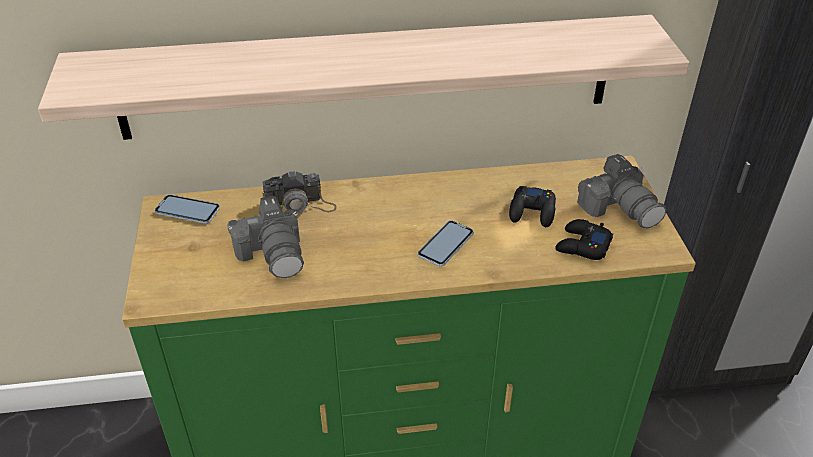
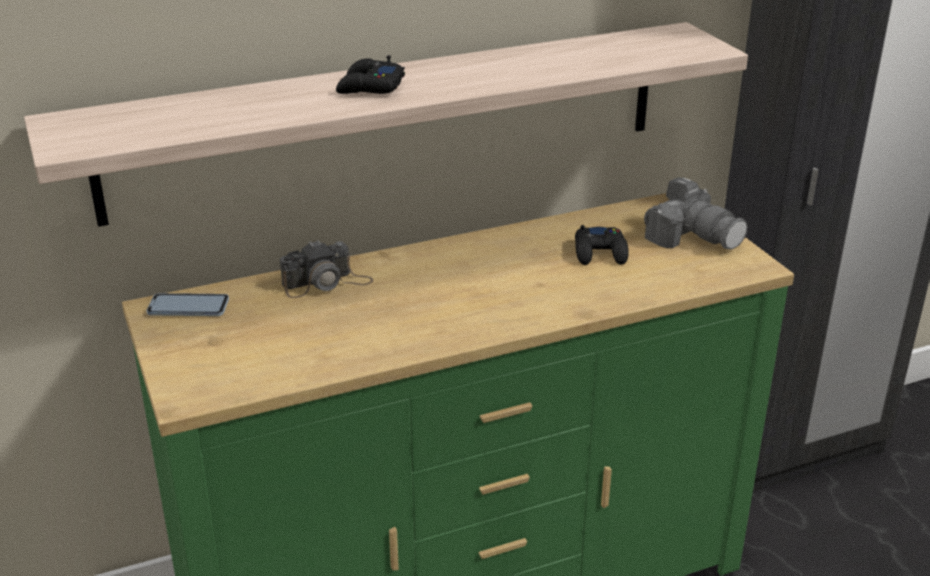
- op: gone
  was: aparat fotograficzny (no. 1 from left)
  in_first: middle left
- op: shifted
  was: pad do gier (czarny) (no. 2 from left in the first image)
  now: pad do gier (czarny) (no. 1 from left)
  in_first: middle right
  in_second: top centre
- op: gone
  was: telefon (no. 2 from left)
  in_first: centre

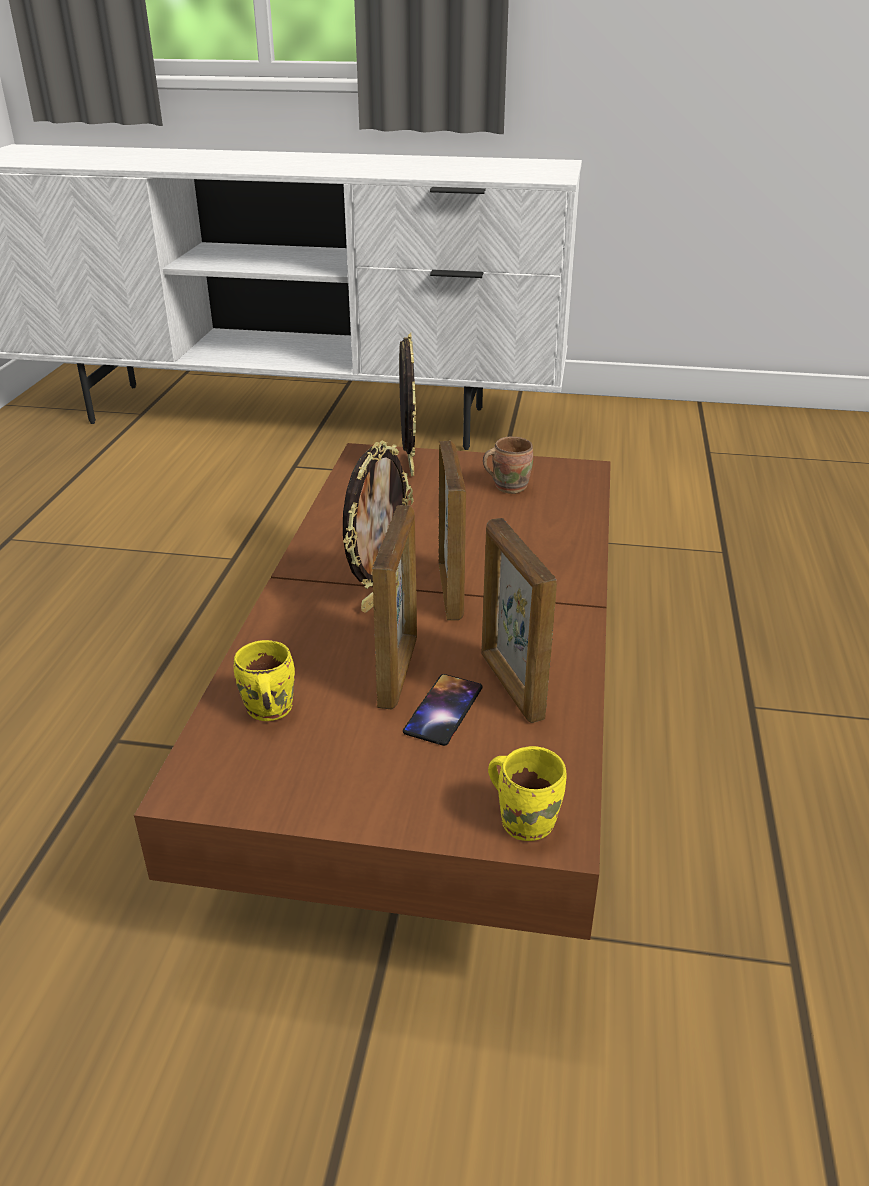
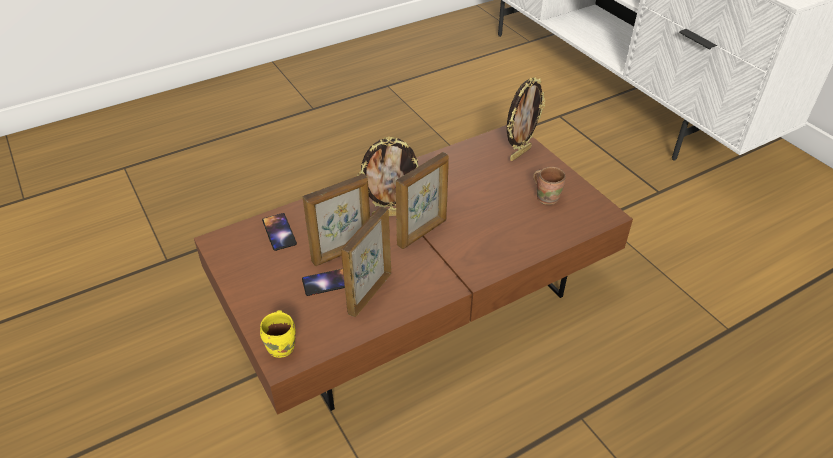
- op: swapped
  was: kubek (żółty) (no. 1 from left)
  now: telefon (no. 1 from left)
  in_first: middle left
  in_second: centre

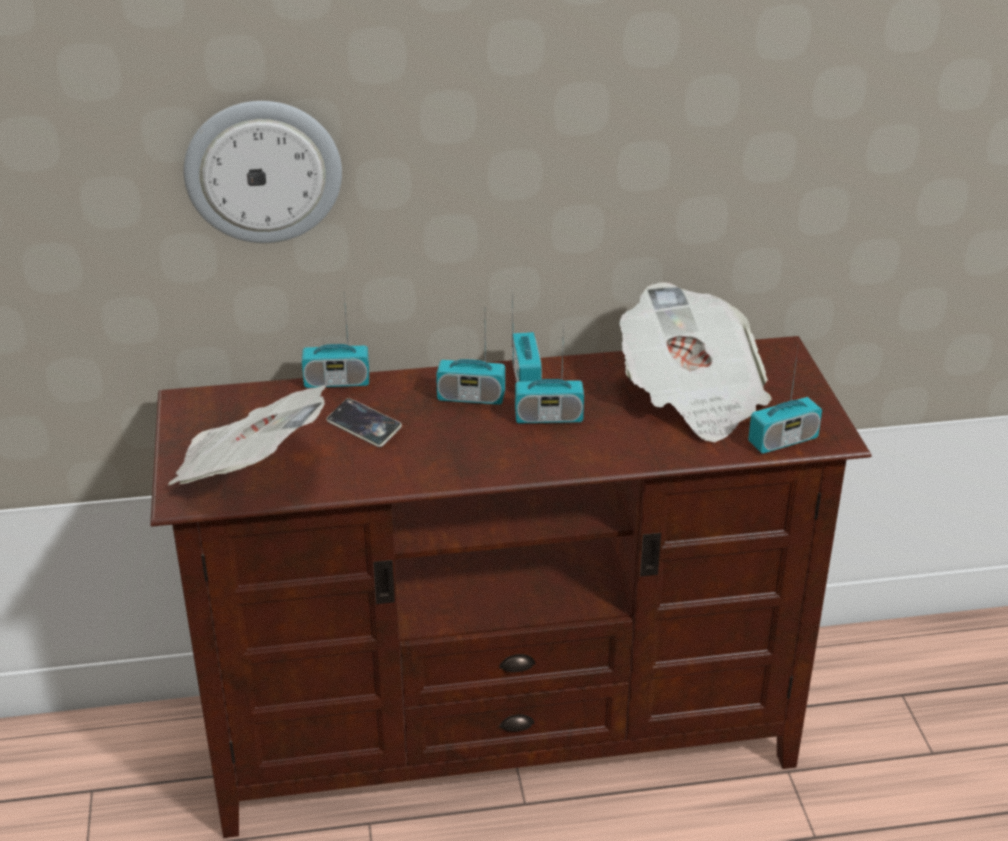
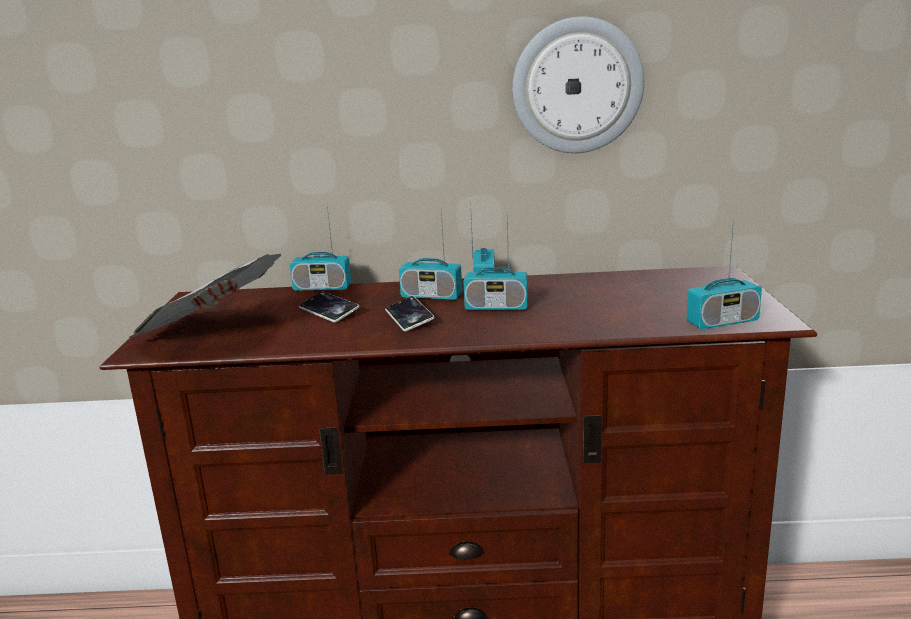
- op: shifted
  was: zegar ścienny
  in_first: top left
  in_second: top centre
- op: gone
  was: gazeta (no. 2 from left)
  in_first: middle right
- op: new
  now: telefon (no. 2 from left)
  in_second: centre

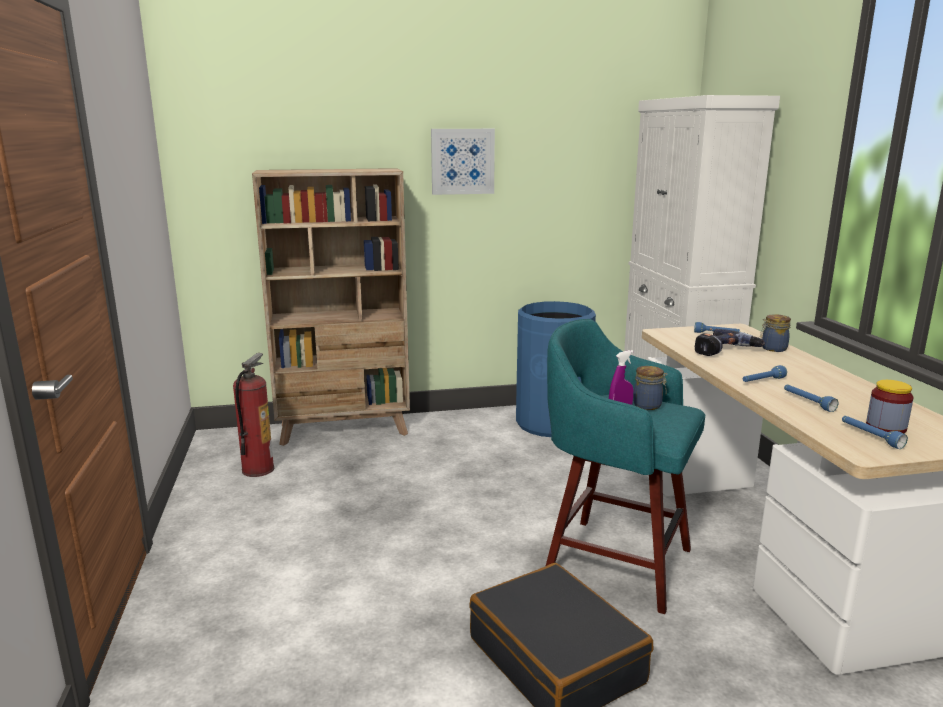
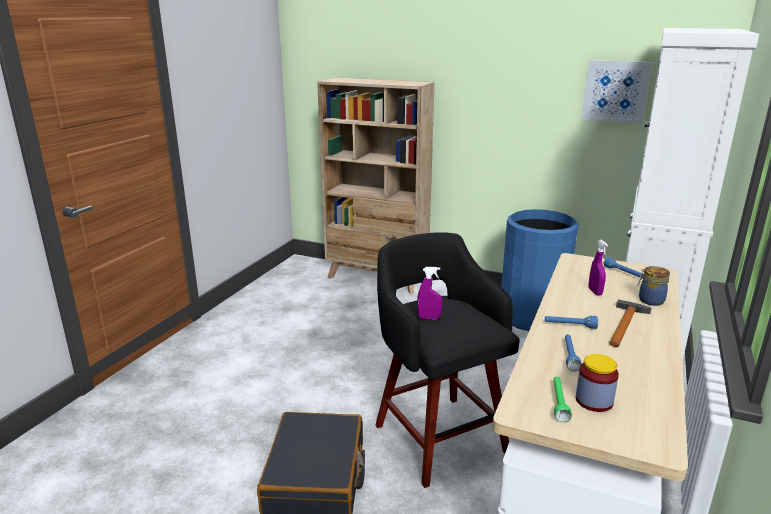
- op: shifted
  was: obraz
  in_first: top centre
  in_second: top right
- op: repainted
  was: stołek (turkusowy)
  now: stołek (czarny)
  in_first: centre
  in_second: bottom centre
- op: swapped
  was: wiertarka
  now: spryskiwacz (fioletowy) (no. 2 from left)
  in_first: middle right
  in_second: middle right
- op: gone
  was: gaśnica
  in_first: middle left
- op: gone
  was: słoik (no. 1 from left)
  in_first: middle right
- op: repainted
  was: latarka (niebieski) (no. 4 from left)
  now: latarka (zielony)
  in_first: middle right
  in_second: bottom right
- op: new
  now: młotek
  in_second: middle right

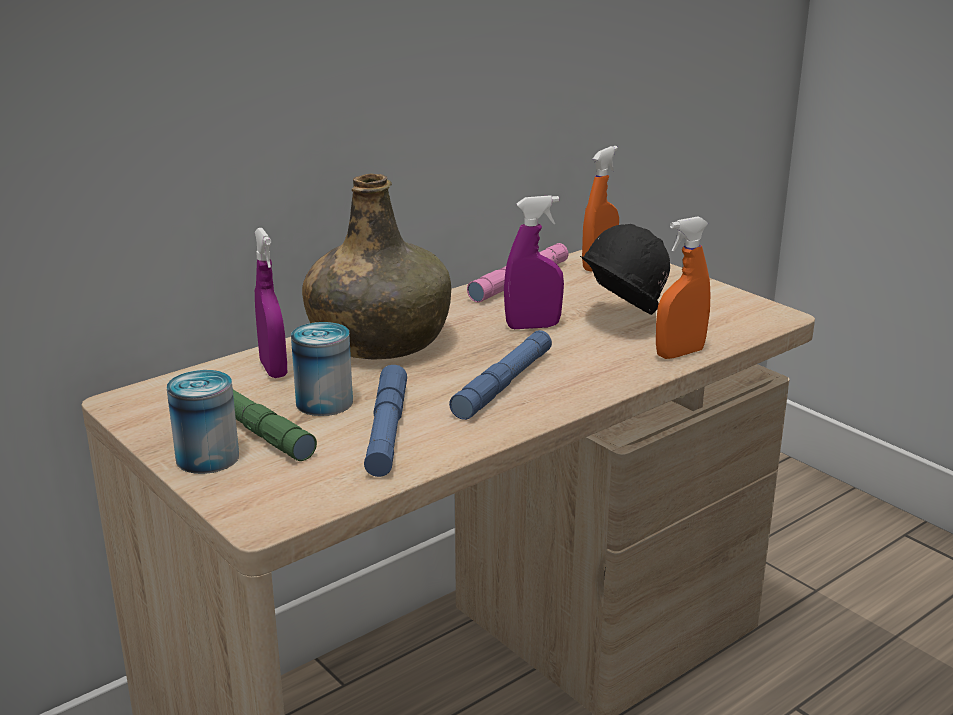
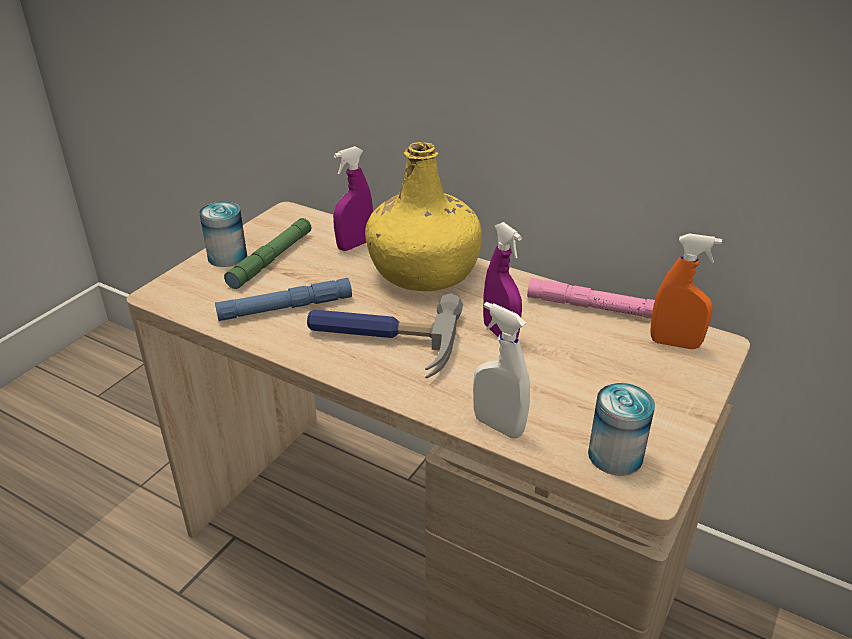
- op: repainted
  was: butelka (zielony)
  now: butelka (żółty)
  in_first: centre
  in_second: centre
- op: repainted
  was: spryskiwacz (pomarańczowy) (no. 2 from left)
  now: spryskiwacz (biały)
  in_first: middle right
  in_second: centre
- op: gone
  was: kask (czarny)
  in_first: centre
- op: shifted
  was: puszka (no. 2 from left)
  in_first: centre
  in_second: bottom right
- op: swapped
  was: latarka (niebieski) (no. 2 from left)
  now: młotek
  in_first: centre
  in_second: centre

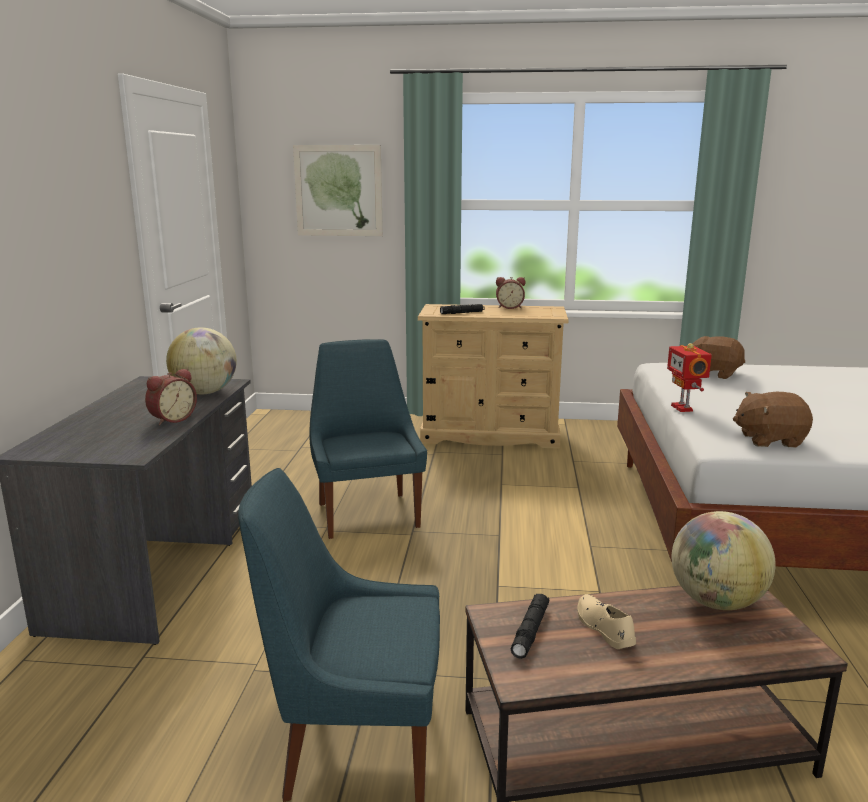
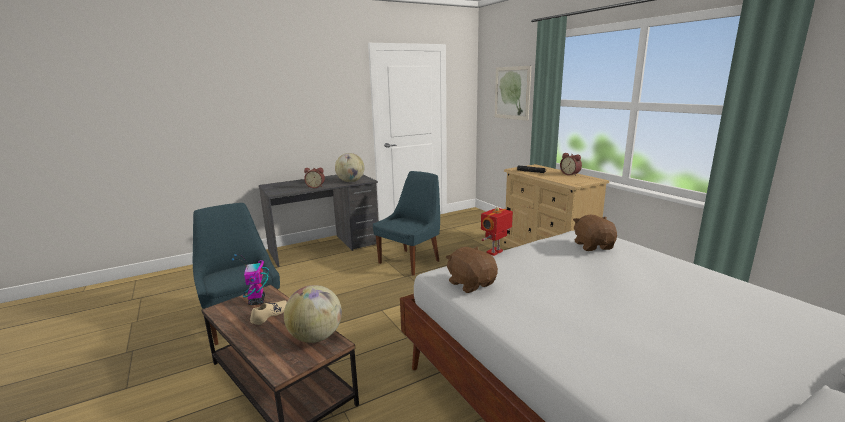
- op: swapped
  was: latarka (czarny) (no. 2 from left)
  now: robot zabawkowy (no. 1 from left)
  in_first: bottom centre
  in_second: middle left

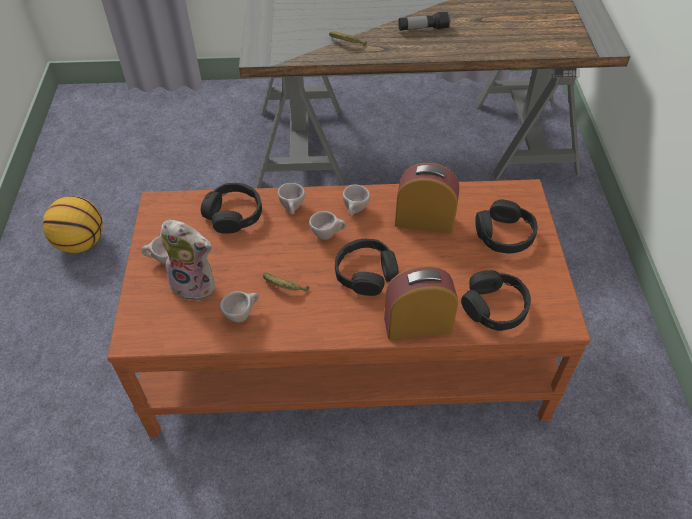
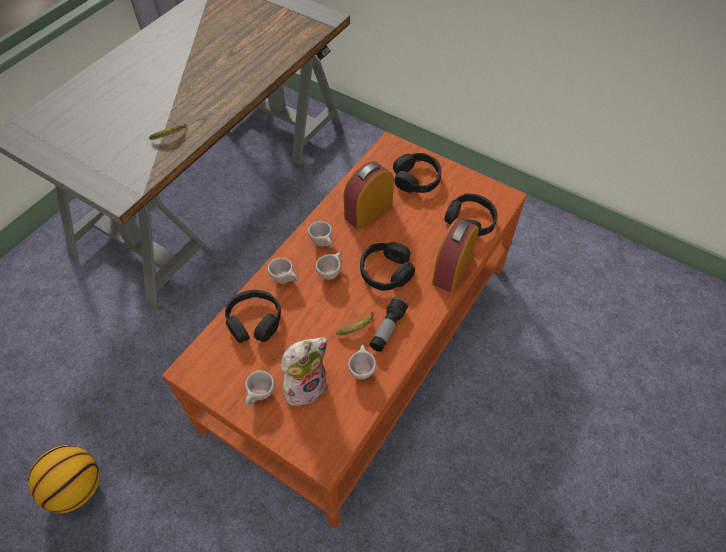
- op: shifted
  was: latarka
  in_first: top centre
  in_second: centre

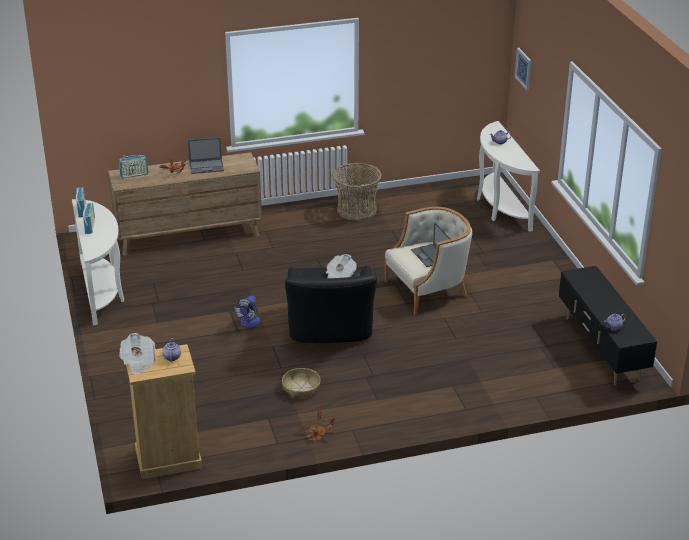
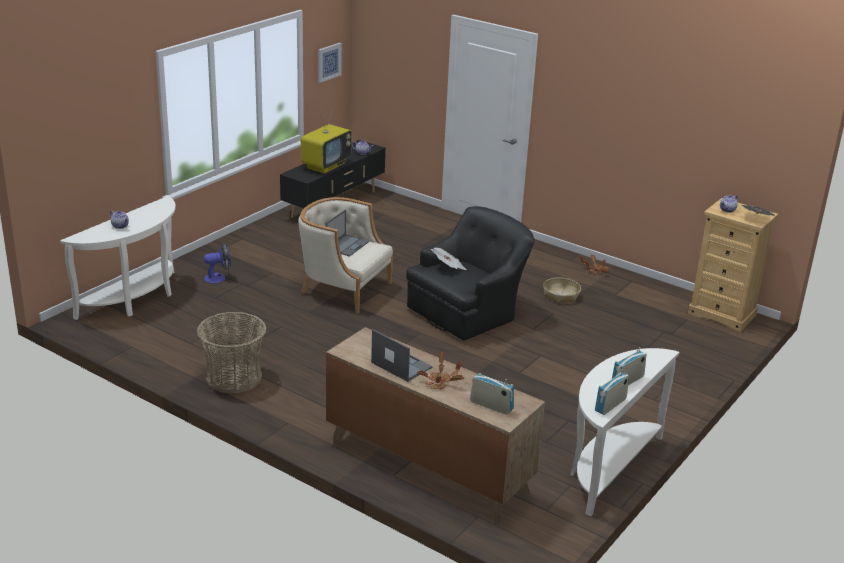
- op: shifted
  was: obraz
  in_first: top right
  in_second: top centre
- op: shifted
  was: wentylator
  in_first: centre
  in_second: middle left
- op: new
  now: telewizor
  in_second: top centre

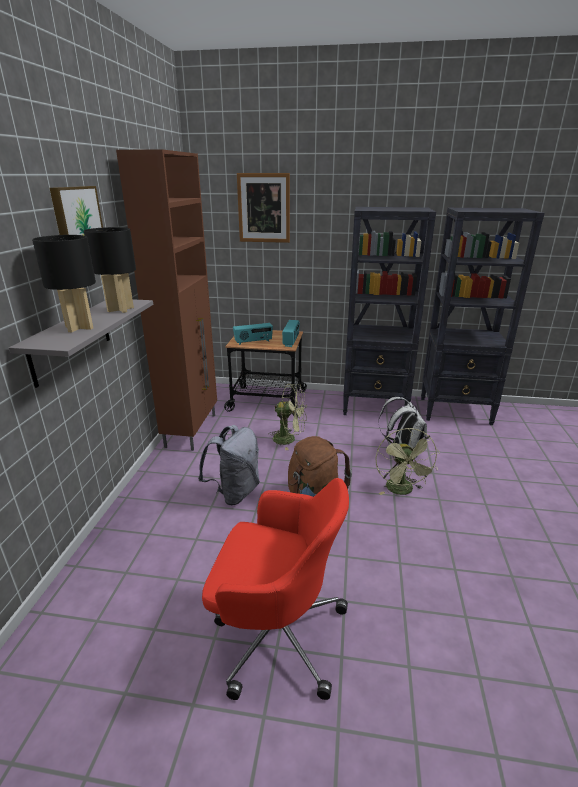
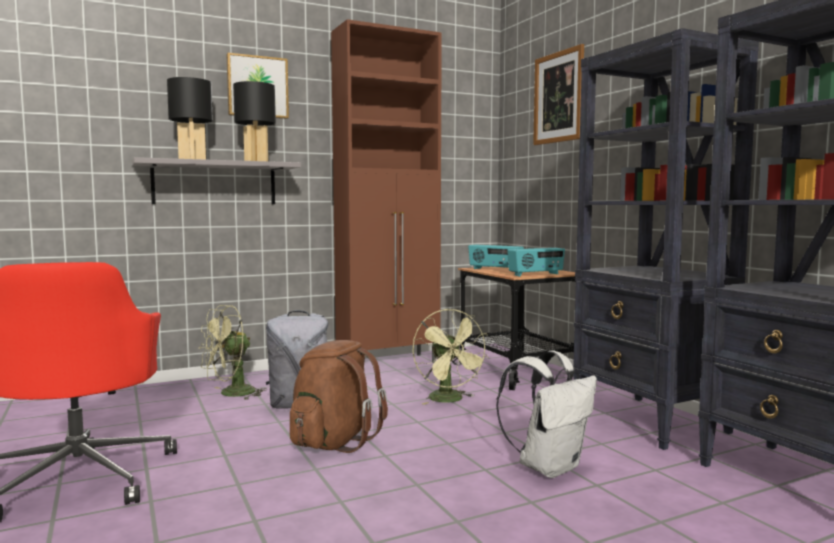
- op: shifted
  was: wentylator (zielony) (no. 2 from left in the first image)
  now: wentylator (zielony) (no. 1 from left)
  in_first: middle right
  in_second: middle left

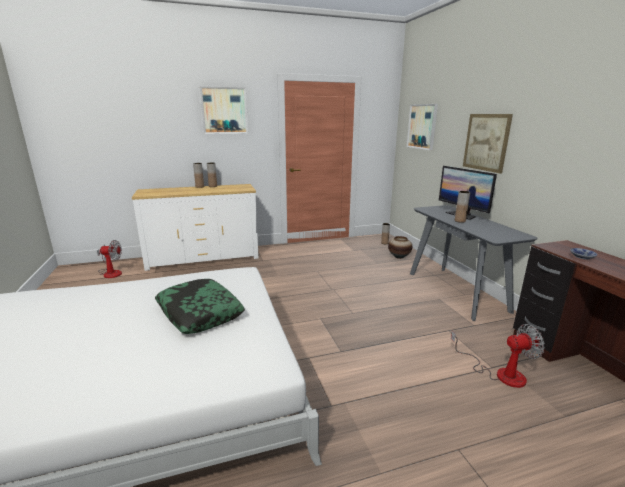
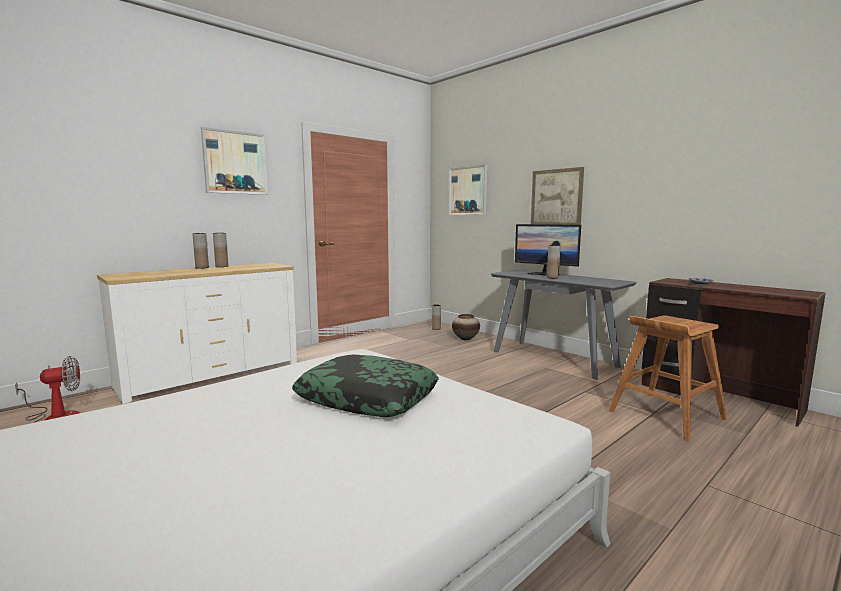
- op: swapped
  was: wentylator (no. 2 from left)
  now: stołek (brązowy)
  in_first: bottom right
  in_second: middle right

